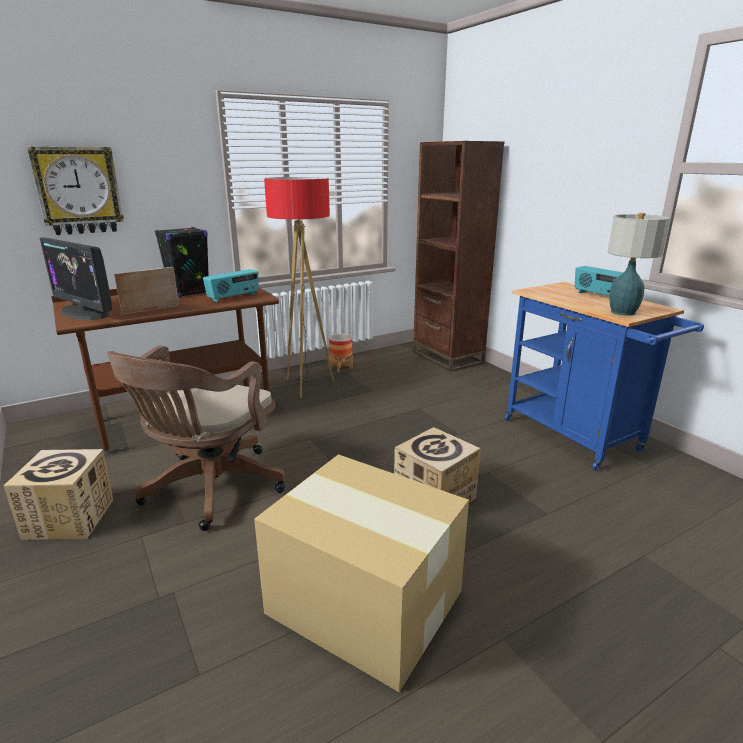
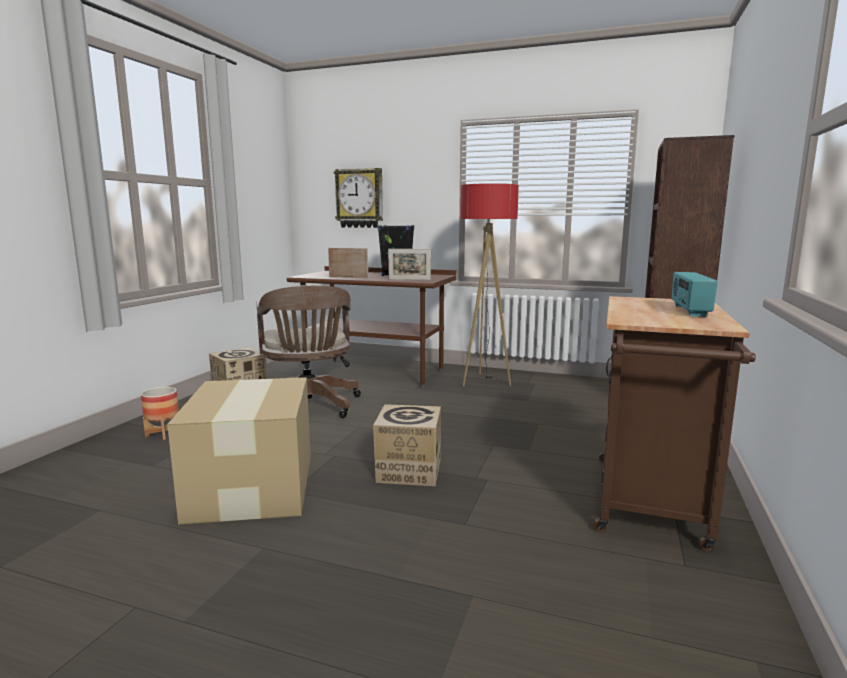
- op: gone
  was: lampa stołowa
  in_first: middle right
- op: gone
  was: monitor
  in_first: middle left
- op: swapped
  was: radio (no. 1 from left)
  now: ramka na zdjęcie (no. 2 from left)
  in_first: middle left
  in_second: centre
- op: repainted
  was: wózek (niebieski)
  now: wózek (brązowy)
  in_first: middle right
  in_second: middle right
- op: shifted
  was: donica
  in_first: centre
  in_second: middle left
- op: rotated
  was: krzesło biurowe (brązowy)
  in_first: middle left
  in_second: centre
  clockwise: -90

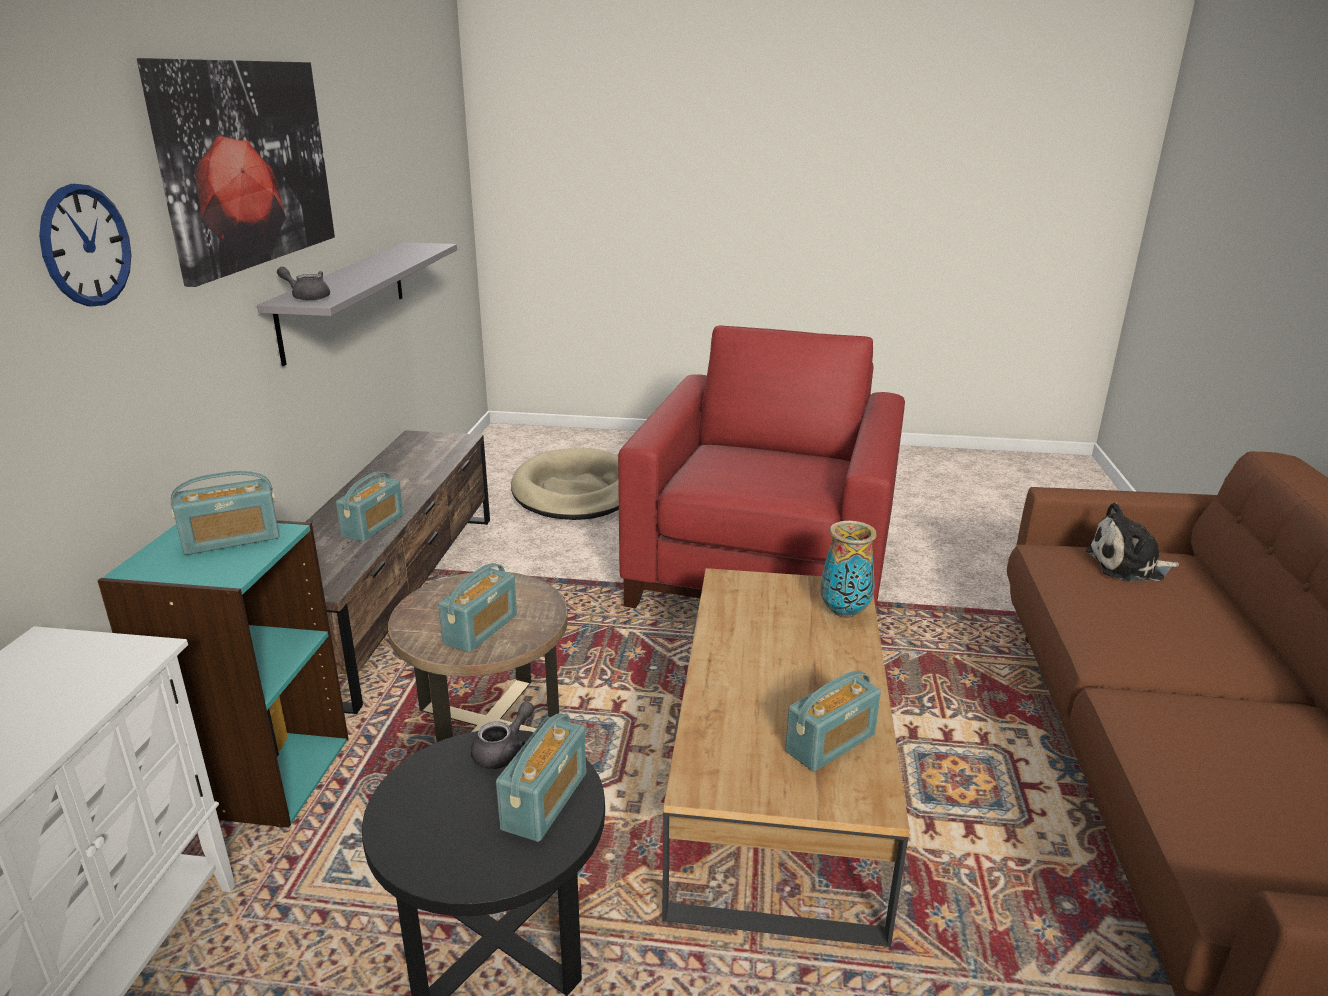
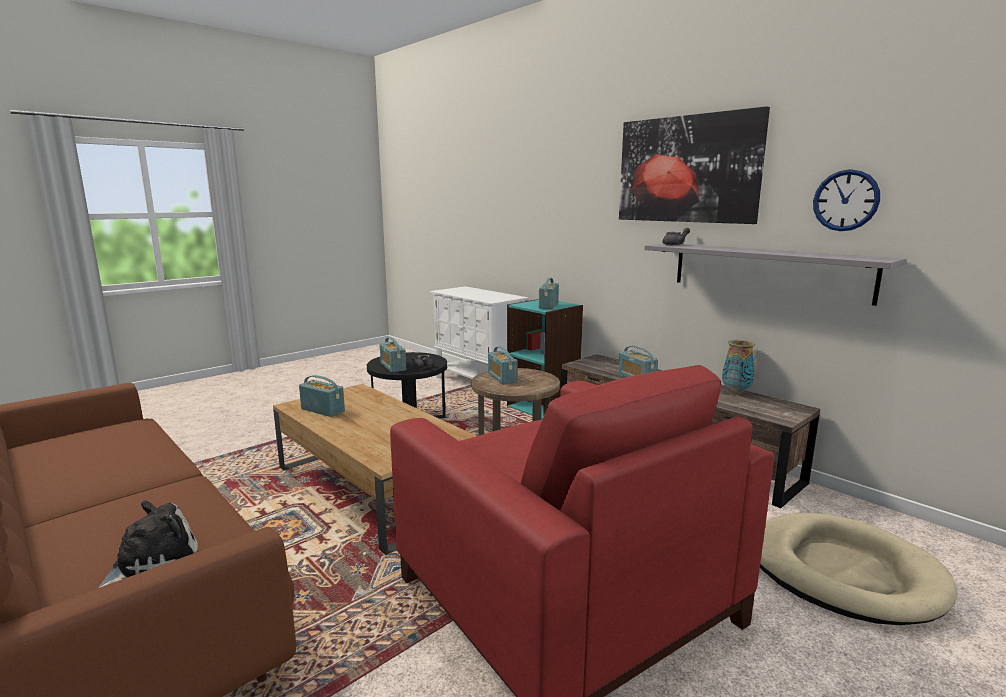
- op: shifted
  was: zegar ścienny
  in_first: top left
  in_second: top right
- op: shifted
  was: wazon
  in_first: centre
  in_second: middle right
- op: rotated
  was: radio (no. 5 from left in the first image)
  in_first: bottom centre
  in_second: middle left
  clockwise: 120

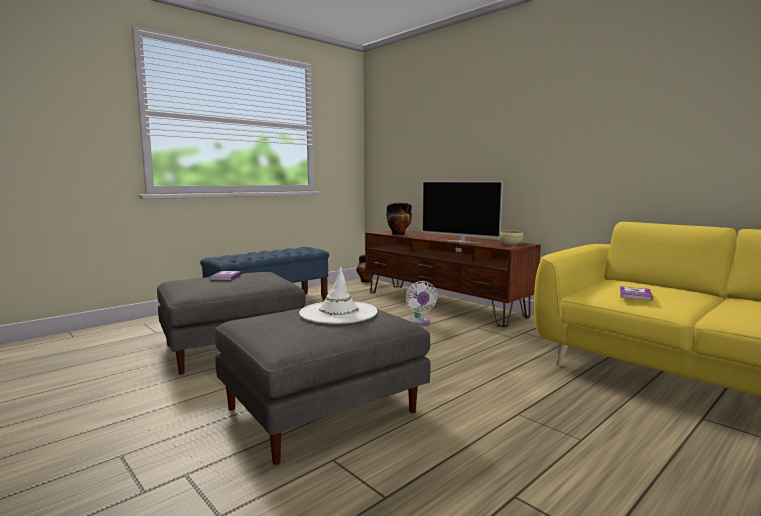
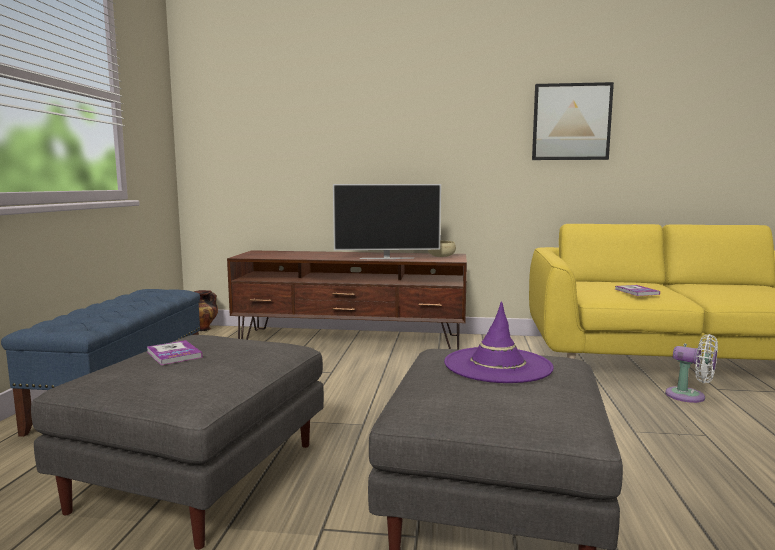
- op: gone
  was: wazon (no. 2 from left)
  in_first: centre
- op: repainted
  was: kapelusz (biały)
  now: kapelusz (fioletowy)
  in_first: centre
  in_second: centre
- op: shifted
  was: wentylator (biały)
  in_first: centre
  in_second: bottom right
- op: new
  now: obraz
  in_second: top right

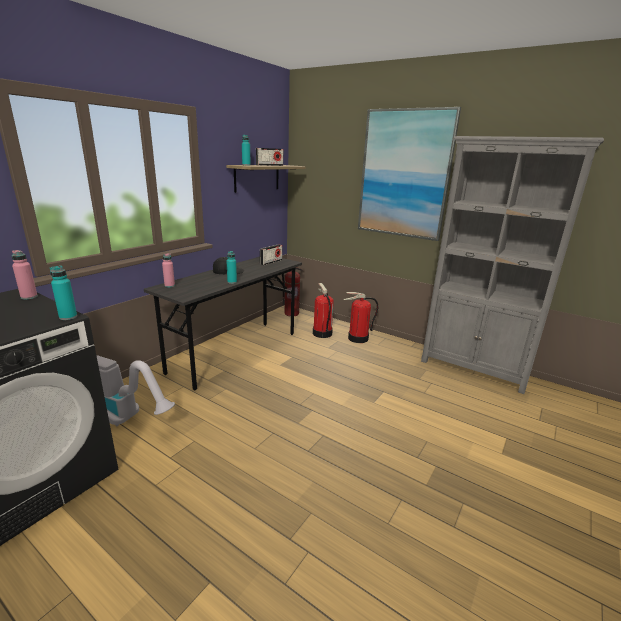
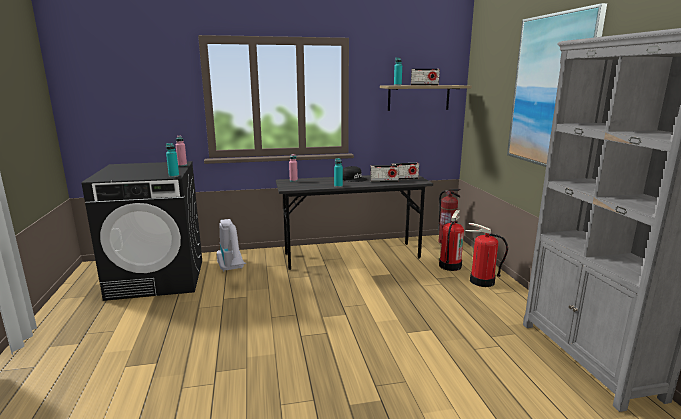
- op: new
  now: radio (no. 1 from left)
  in_second: centre

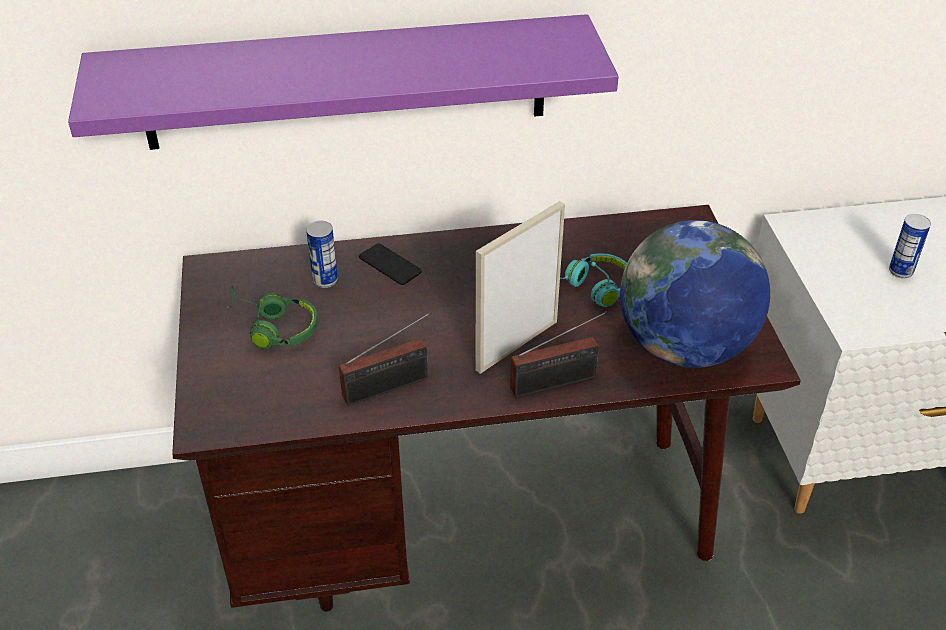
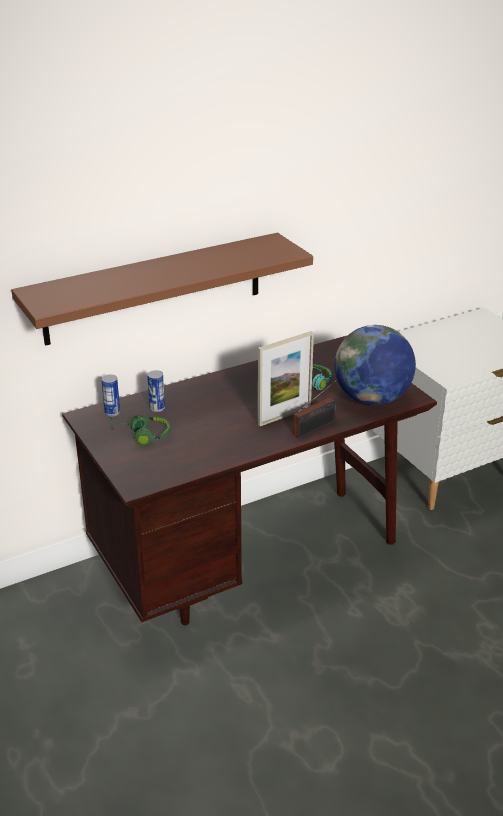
- op: repainted
  was: półka (fioletowy)
  now: półka (brązowy)
  in_first: top centre
  in_second: middle left
- op: rotated
  was: ramka na zdjęcie
  in_first: centre
  in_second: centre
  clockwise: -150
- op: shifted
  was: puszka (no. 2 from left in the first image)
  now: puszka (no. 1 from left)
  in_first: middle right
  in_second: middle left
- op: gone
  was: telefon
  in_first: centre
- op: gone
  was: radio (no. 1 from left)
  in_first: centre

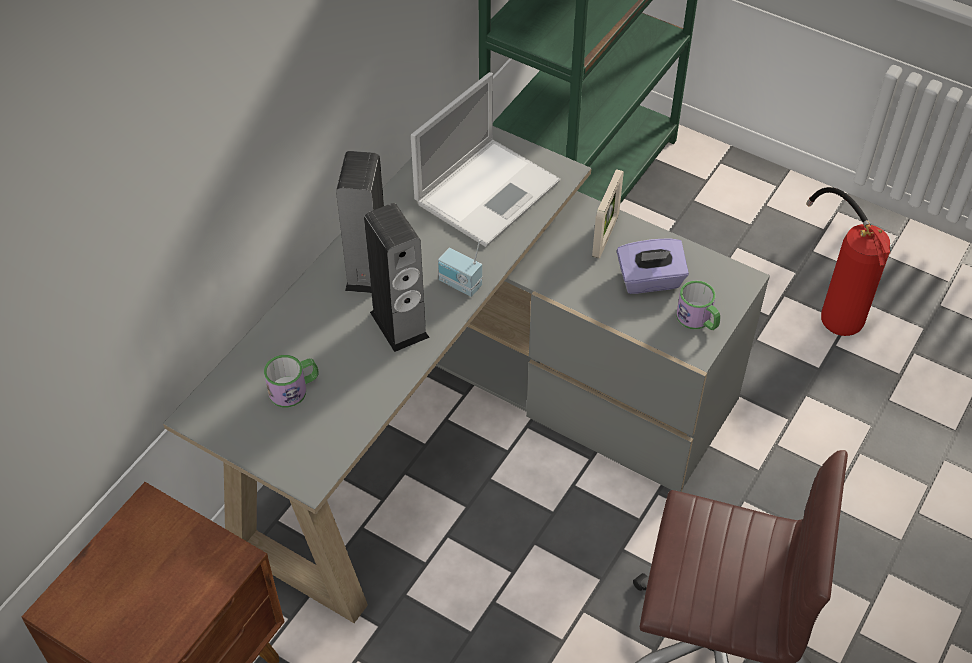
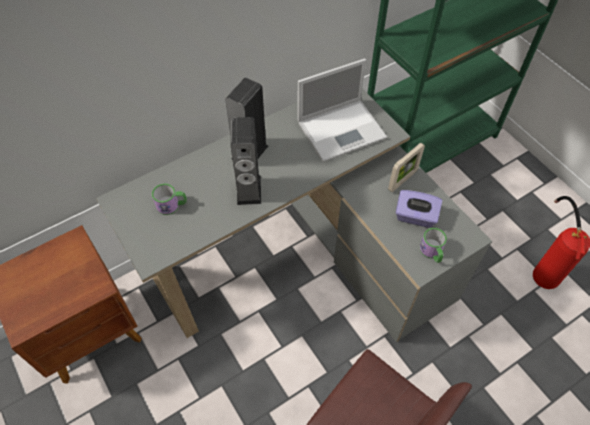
- op: gone
  was: radio
  in_first: centre

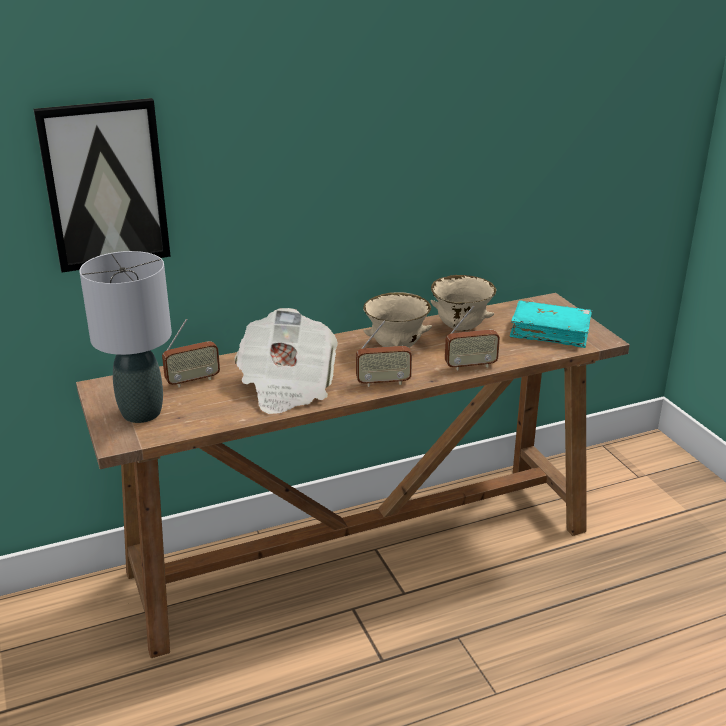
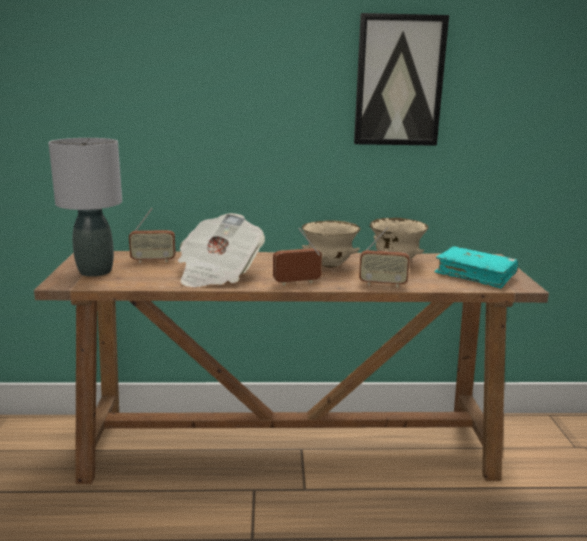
- op: shifted
  was: obraz
  in_first: top left
  in_second: top right
- op: rotated
  was: radio (no. 2 from left)
  in_first: centre
  in_second: centre
  clockwise: 150

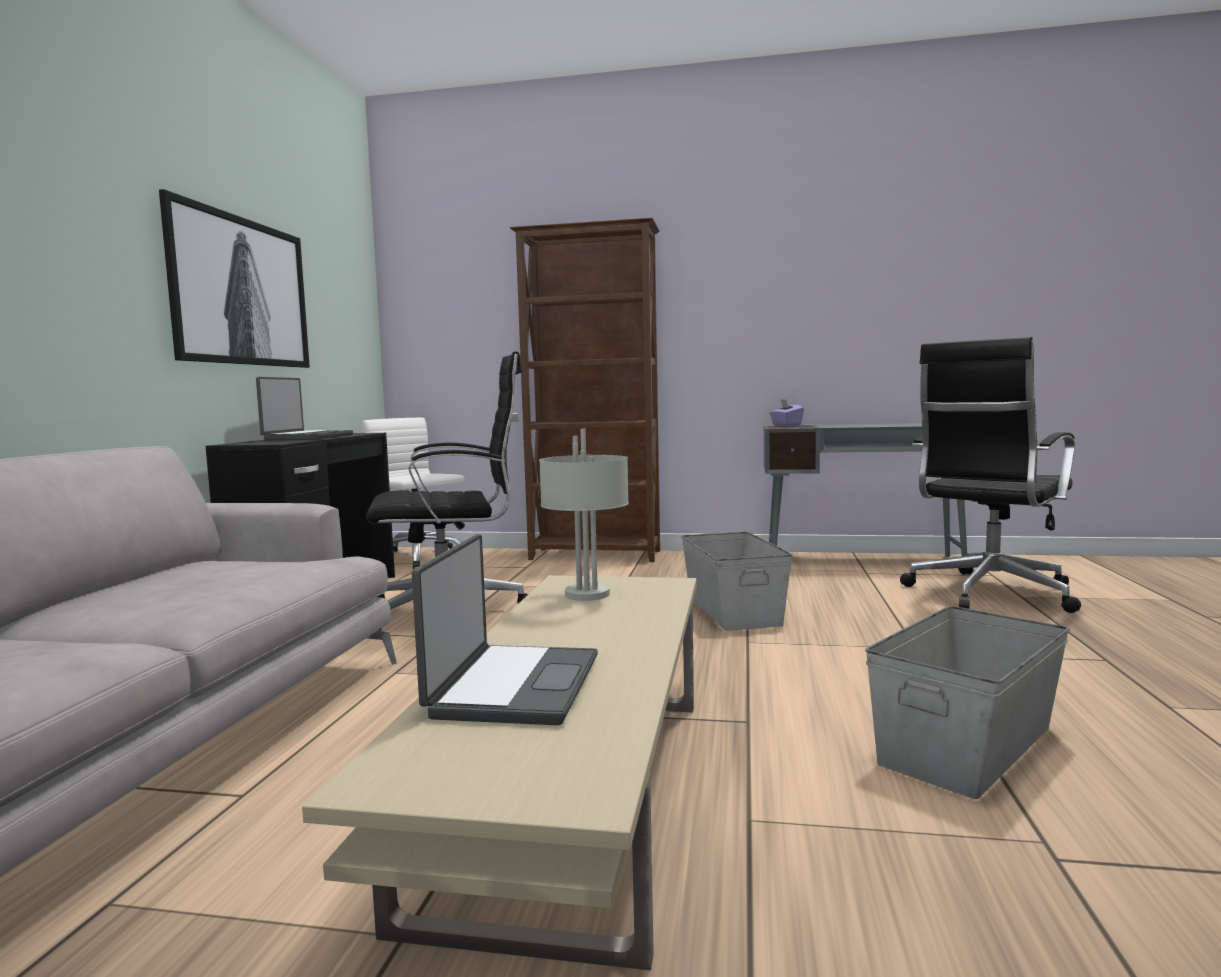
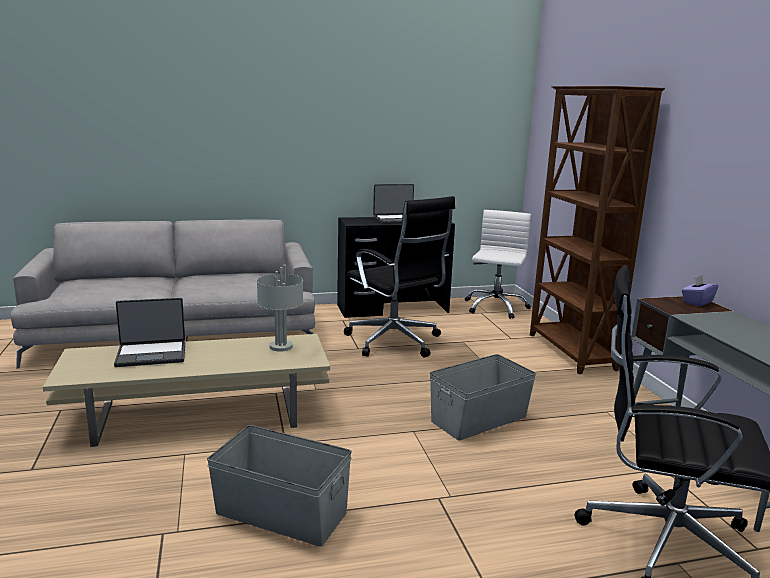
- op: gone
  was: obraz
  in_first: top left

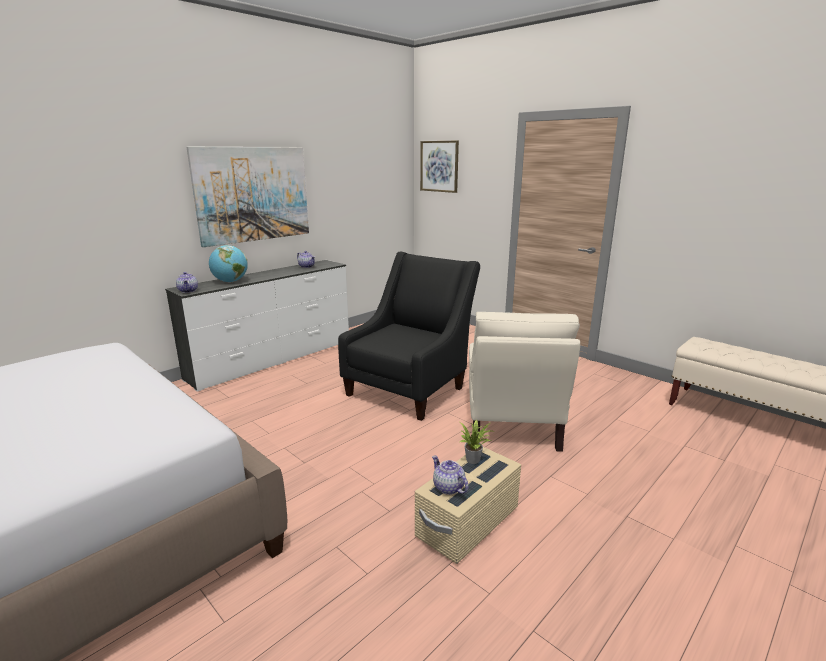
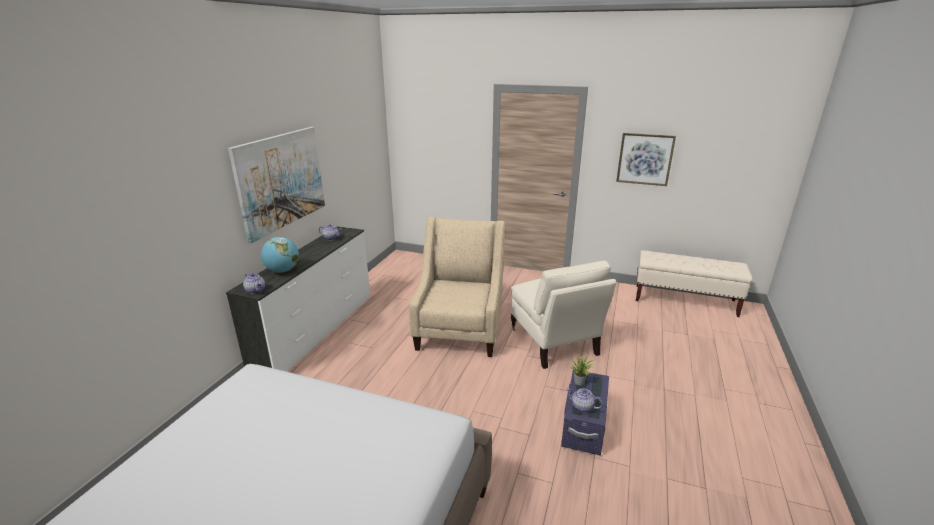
- op: shifted
  was: obraz (no. 2 from left)
  in_first: top centre
  in_second: top right
- op: repainted
  was: fotel (czarny)
  now: fotel (beżowy) (no. 1 from left)
  in_first: centre
  in_second: centre
- op: repainted
  was: pojemnik do przechowywania (beżowy)
  now: pojemnik do przechowywania (fioletowy)
  in_first: bottom centre
  in_second: bottom centre

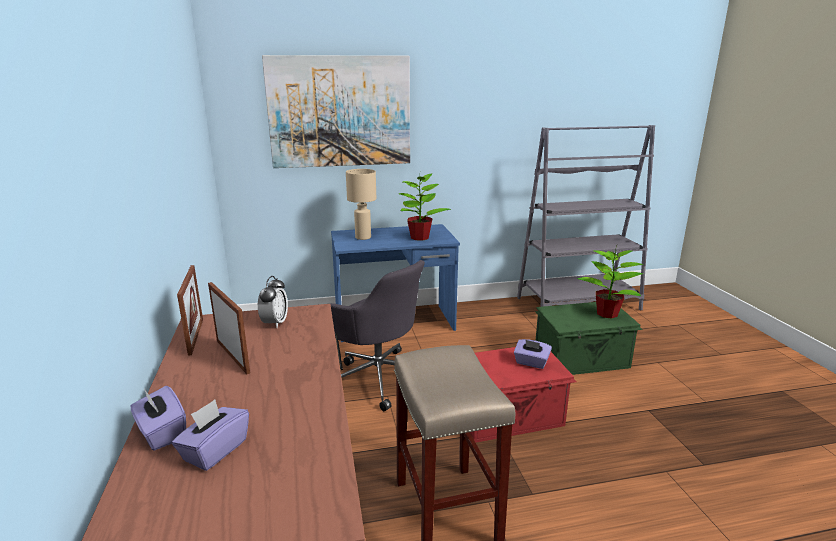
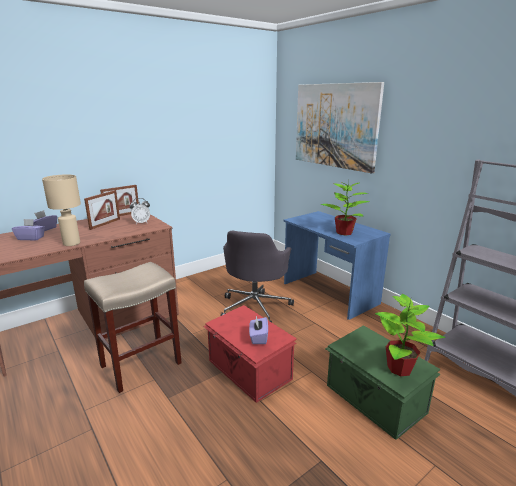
- op: shifted
  was: lampa stołowa (beżowy)
  in_first: centre
  in_second: middle left

